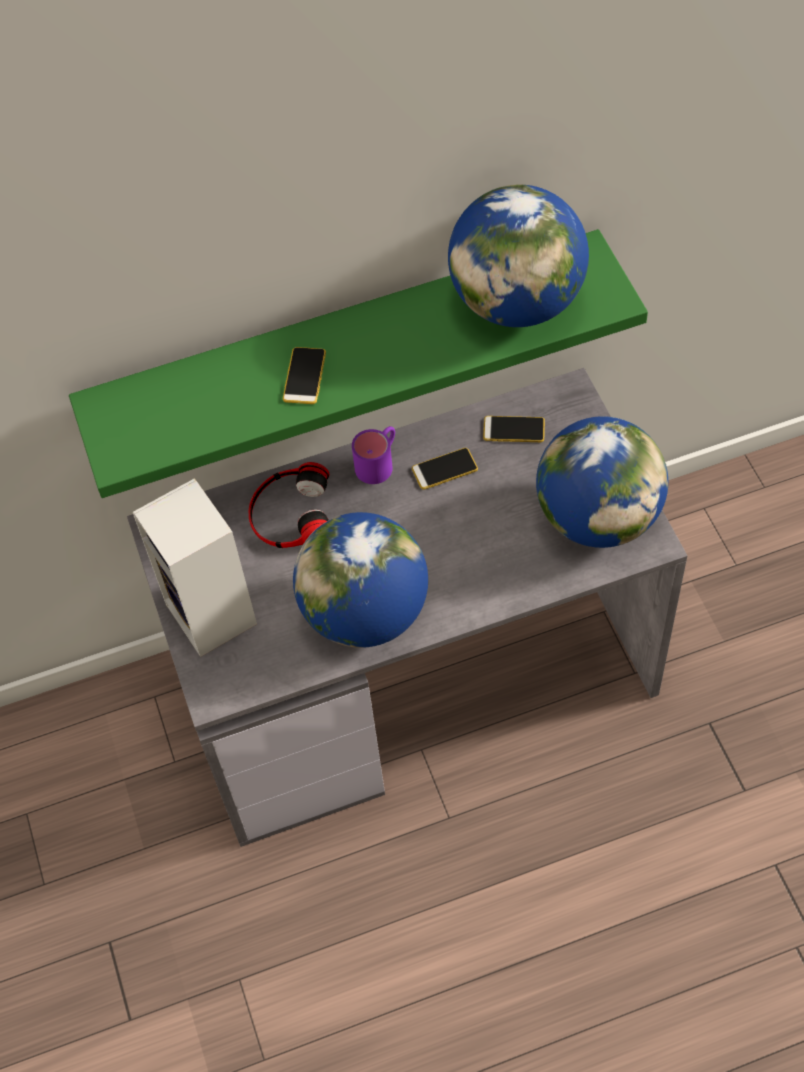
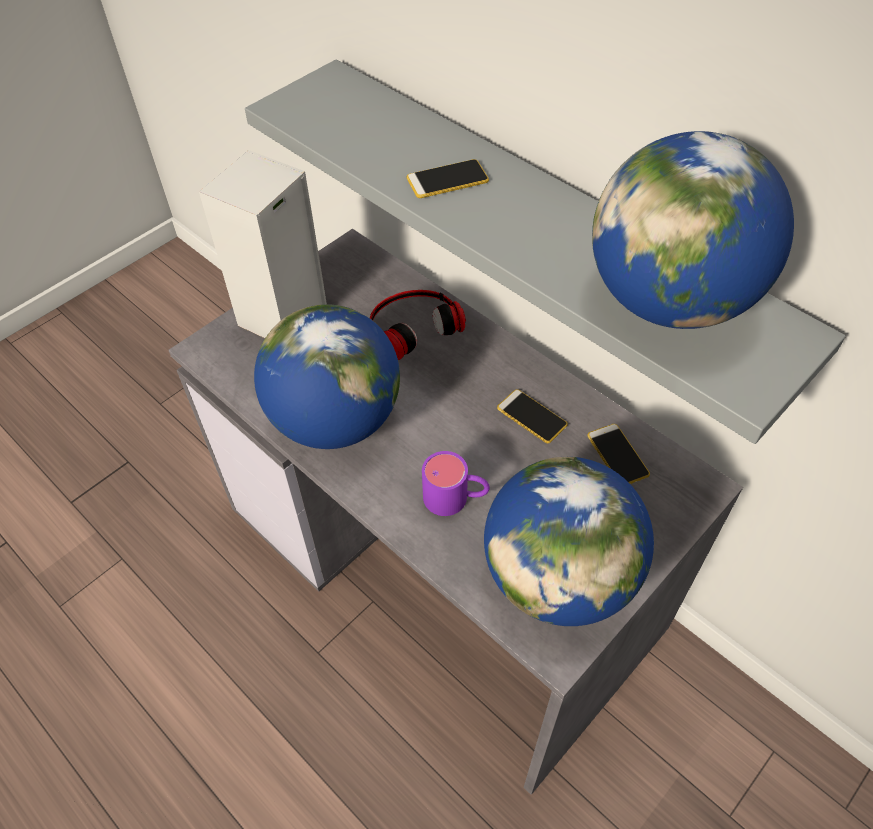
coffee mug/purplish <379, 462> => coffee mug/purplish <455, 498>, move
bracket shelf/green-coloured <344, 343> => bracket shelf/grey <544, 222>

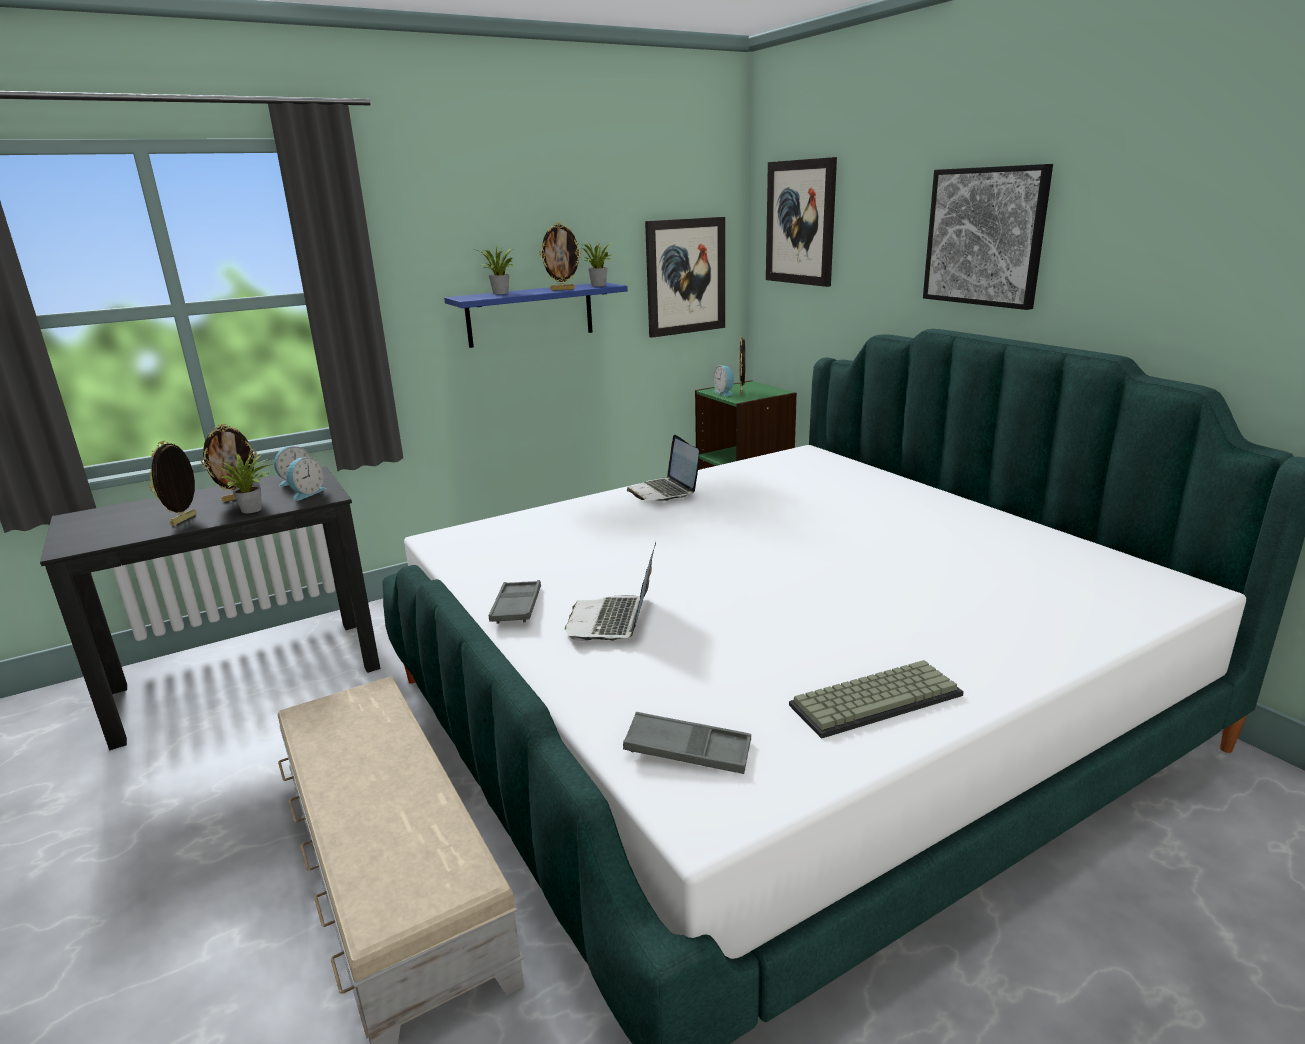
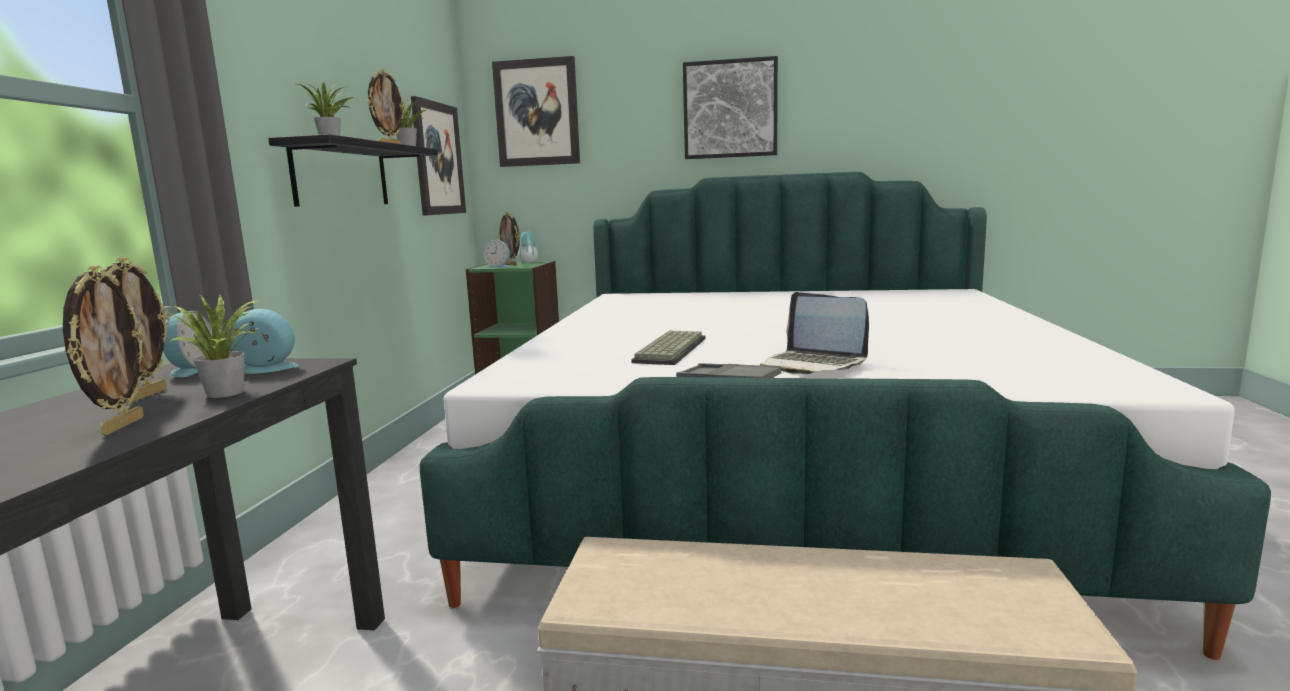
tray/grey <688, 751> => nothing
portable computer <664, 492> => nothing
nothing => decorative vase <528, 262>
computer keyboard <875, 698> => computer keyboard <669, 349>, move
bracket shelf/bluish <530, 314> => bracket shelf/blackish <341, 175>
photo frame <185, 520> => photo frame <121, 426>, 150 degrees counterclockwise
table clock <306, 493> => table clock <263, 369>, 75 degrees counterclockwise

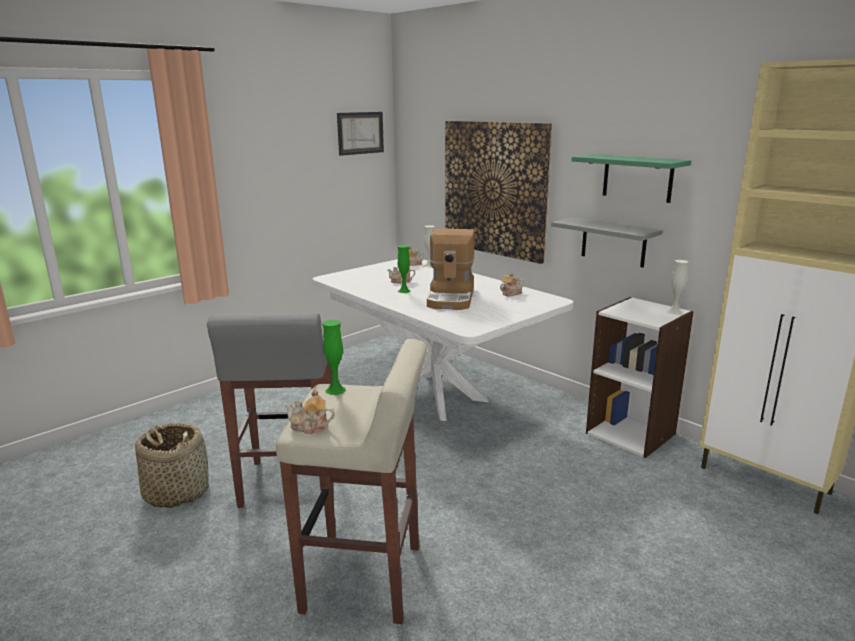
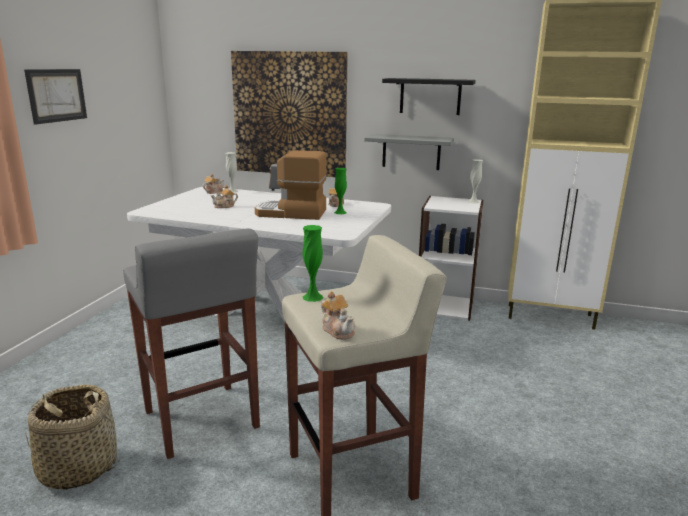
picture <360, 133> => picture <56, 95>, move
decorative vase/green-coloured <404, 291> => decorative vase/green-coloured <340, 212>, move
bracket shelf/green-coloured <637, 178> => bracket shelf/blackish <430, 96>
tea pot <310, 427> => tea pot <338, 330>, 105 degrees counterclockwise
coffee machine <452, 298> => coffee machine <291, 213>, 120 degrees clockwise

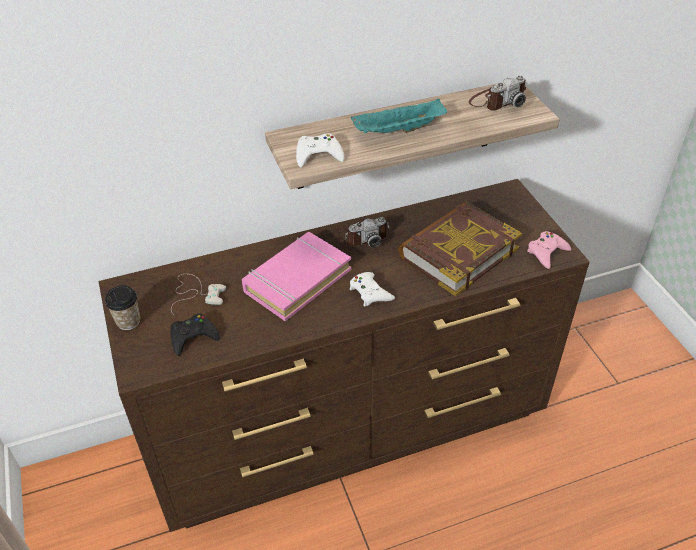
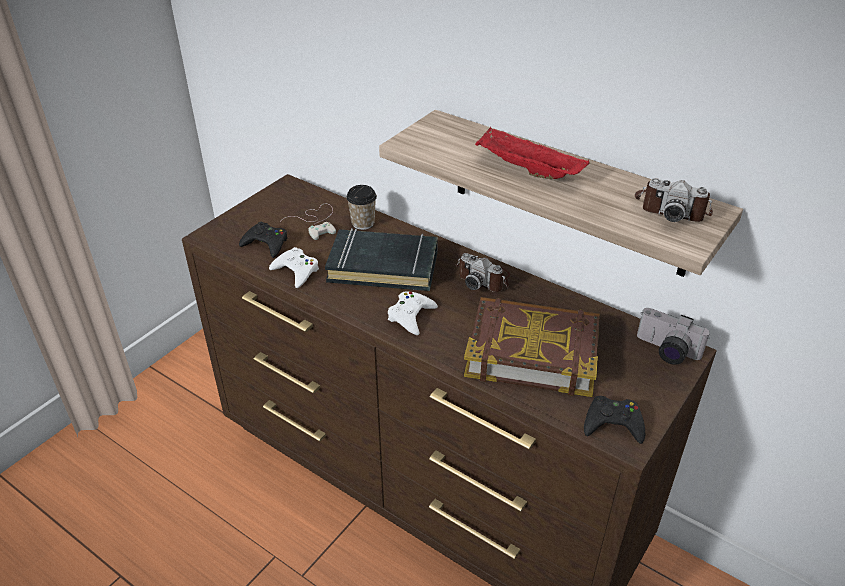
nothing => still camera <665, 351>
small cup <128, 321> => small cup <363, 223>, move
gamepad/white <318, 155> => gamepad/white <296, 271>, move
bound book/pinkish <297, 280> => bound book/blackish <383, 266>
tray/turquoise-coloured <398, 131> => tray/reddish <526, 170>
gamepad/pinkish <547, 252> => gamepad/blackish <613, 424>

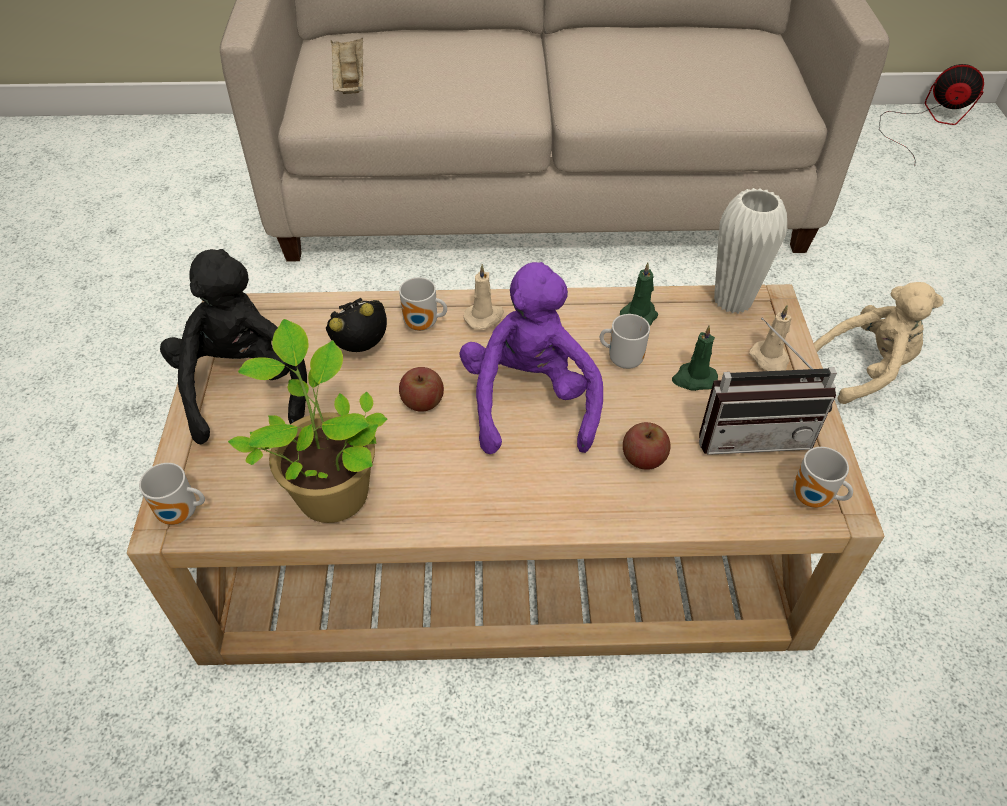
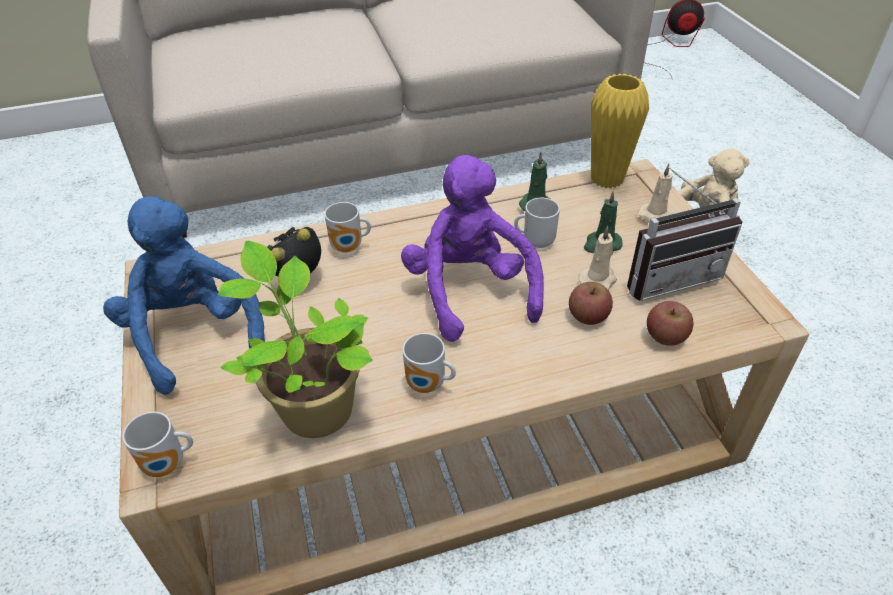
tray/beige-coloured <350, 81> => nothing
whole apple <422, 402> => whole apple <665, 336>, move
wax light/beige-coloured <484, 317> => wax light/beige-coloured <598, 279>, move
coffee mug <812, 500> => coffee mug <427, 386>, move
cuddly toy/blackish <244, 387> => cuddly toy/bluish <194, 334>
decorative vase/white <732, 301> => decorative vase/yellow <607, 179>

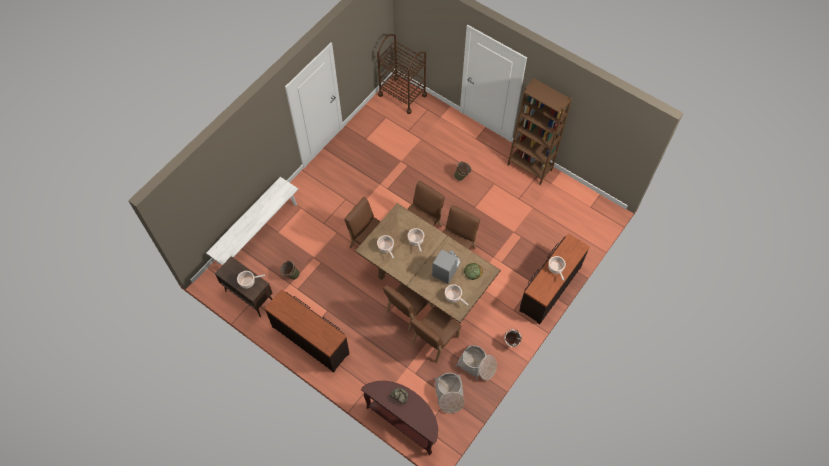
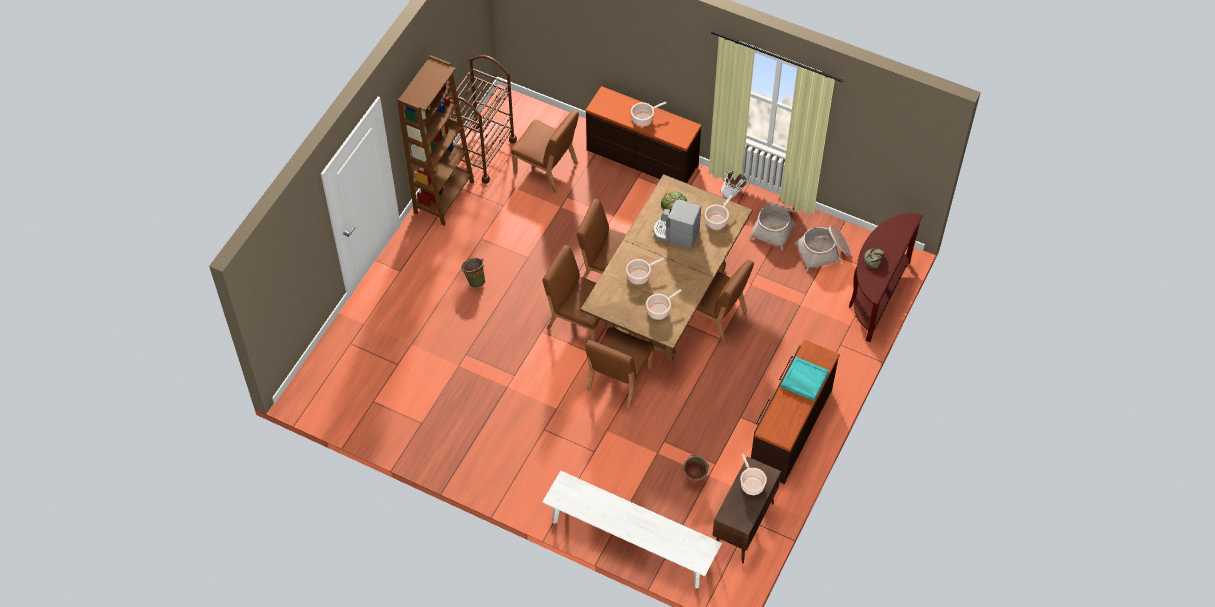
nothing => tray/turquoise-coloured <804, 380>
trolley/brown <402, 95> => trolley/brown <481, 153>, move
upright chair/brown <434, 340> => upright chair/brown <546, 169>, move

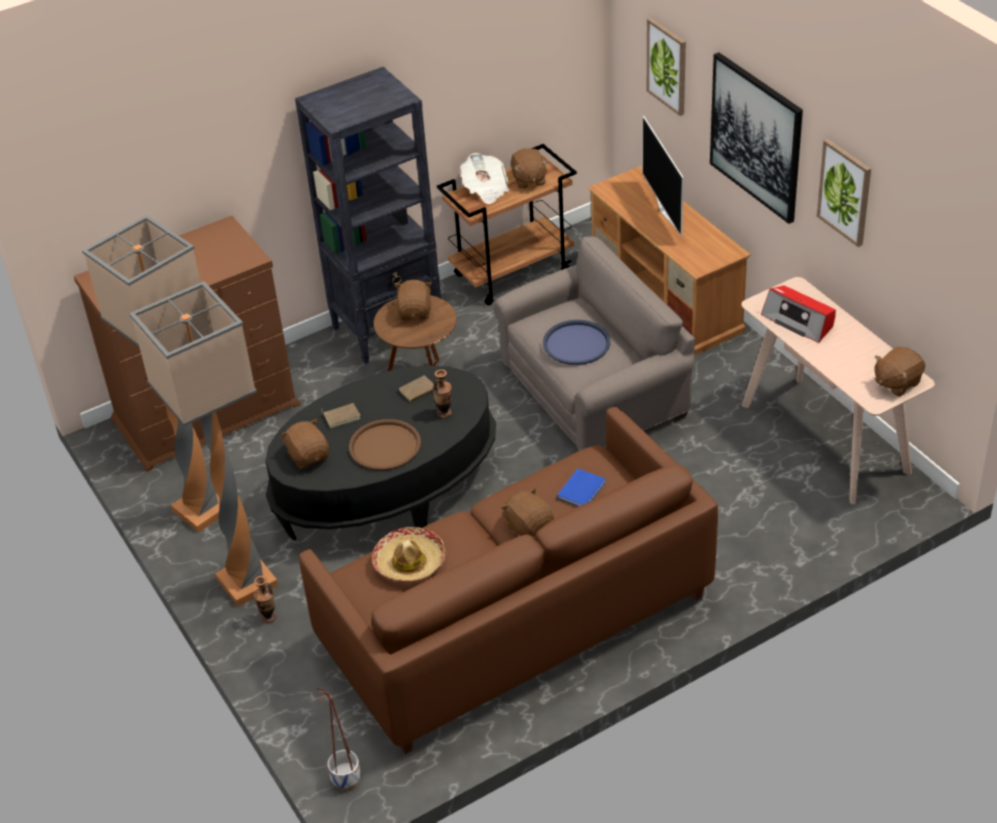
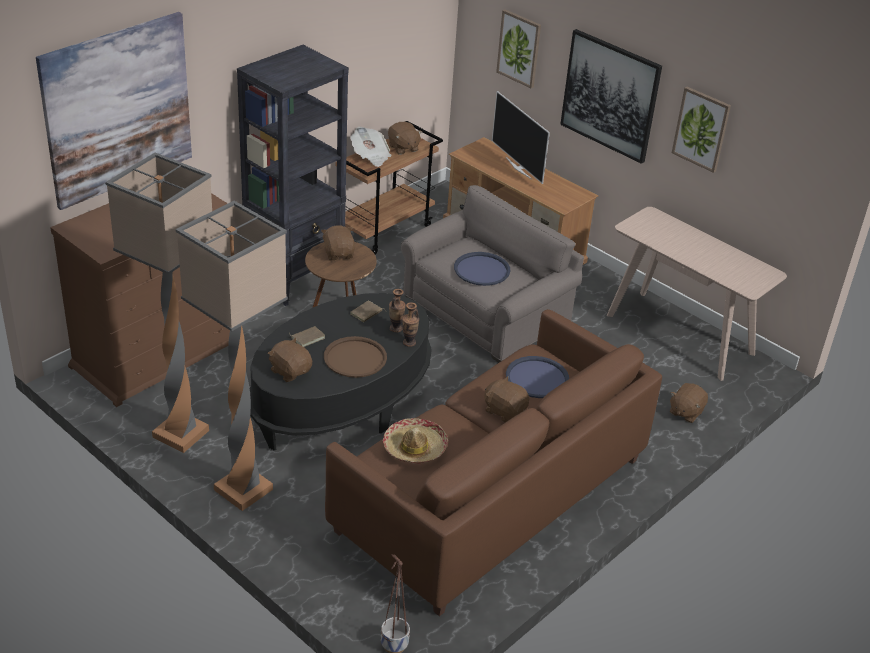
radio receiver <799, 321> => nothing
nothing => picture <117, 109>
decorative vase <268, 617> => decorative vase <409, 342>, move
cuddly toy/brown <896, 382> => cuddly toy/brown <685, 412>, move
bound book/bluish <582, 490> => tray/bluish <537, 378>

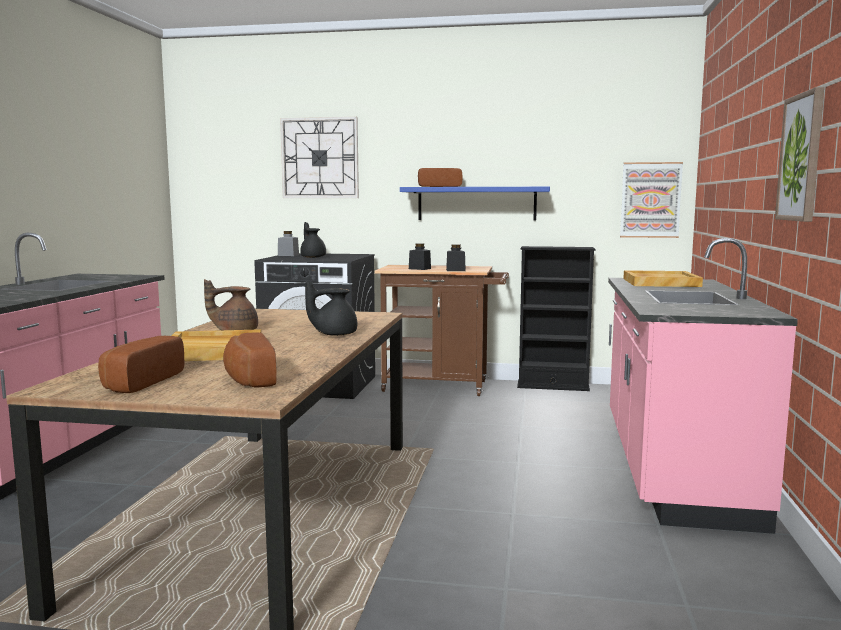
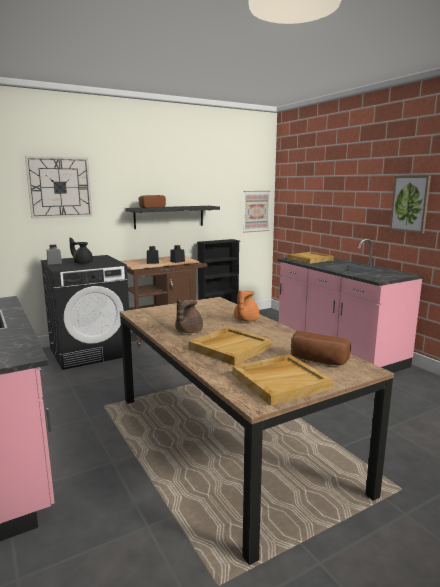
bread <139, 382> => tray/beige-coloured <280, 381>
tea pot/blackish <334, 334> => tea pot/orange-coloured <245, 320>
bracket shelf/bluish <476, 203> => bracket shelf/blackish <169, 217>

